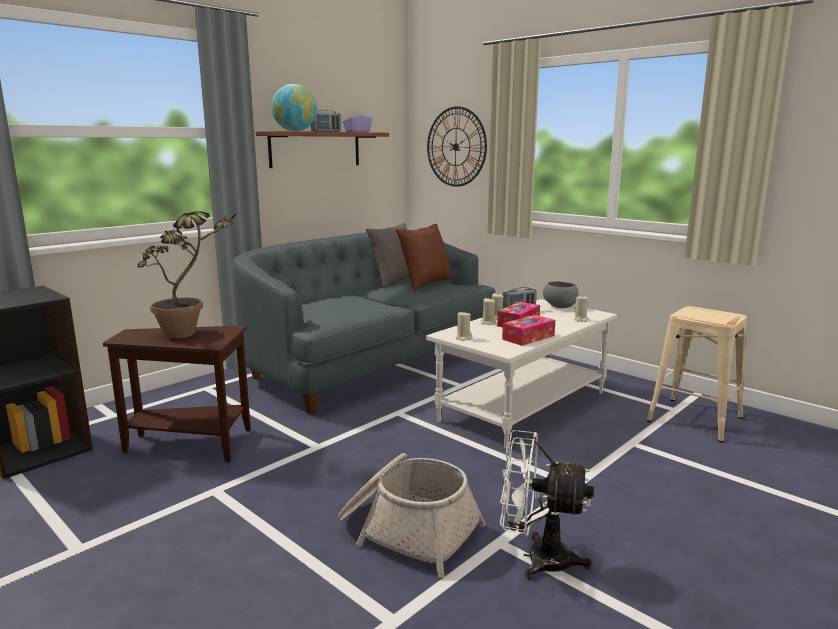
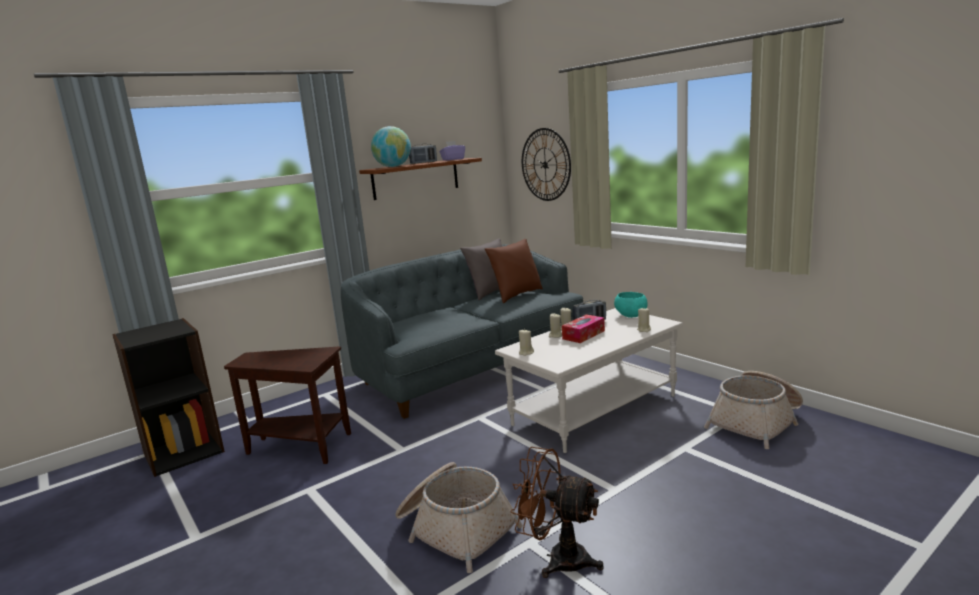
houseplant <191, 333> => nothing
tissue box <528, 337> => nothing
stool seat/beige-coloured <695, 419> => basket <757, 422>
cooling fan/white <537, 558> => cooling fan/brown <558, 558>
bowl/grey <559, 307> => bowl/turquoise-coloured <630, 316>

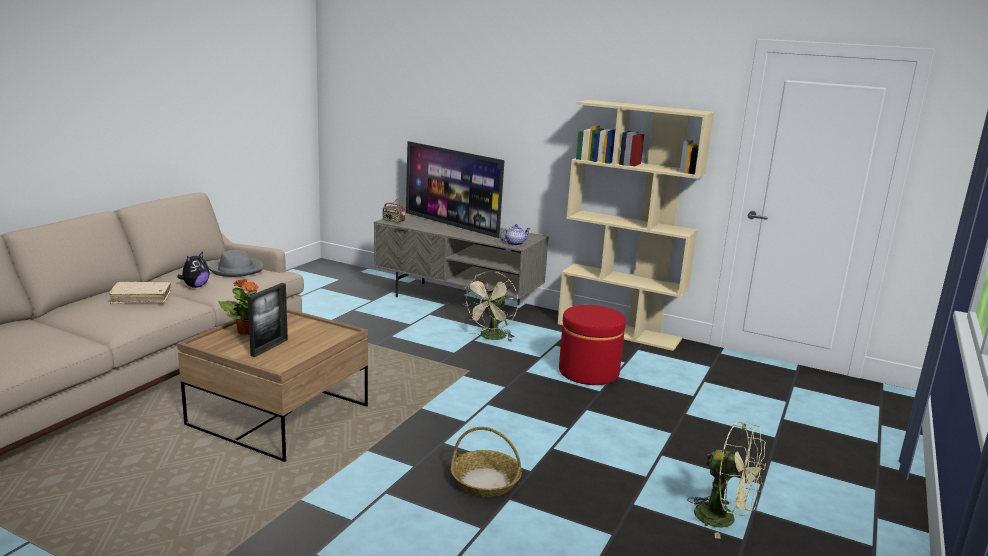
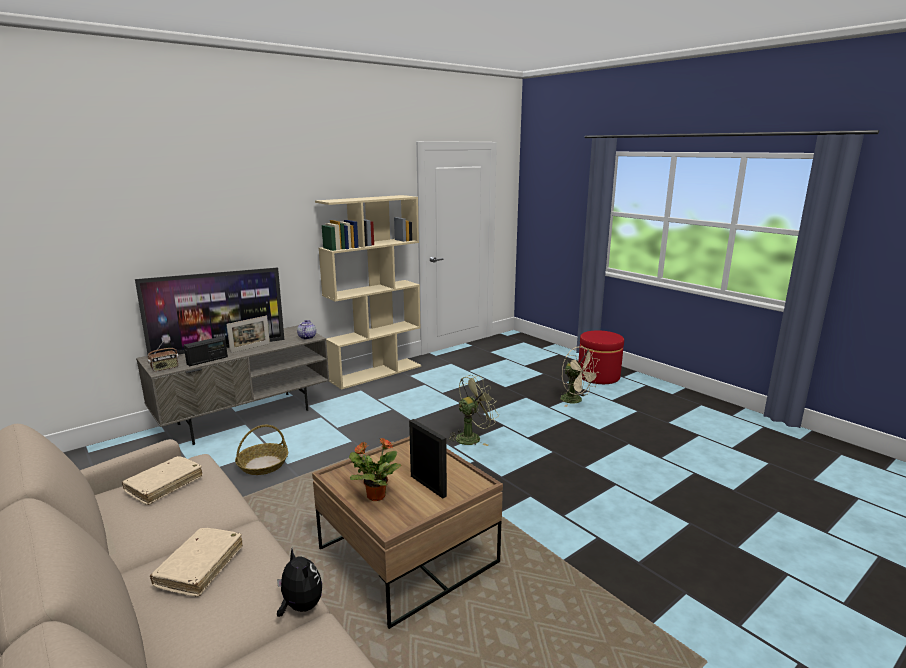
nothing => radio receiver <207, 360>
nothing => photo frame <250, 348>
cuddly toy <195, 286> => cuddly toy <300, 606>, move
basket <485, 482> => basket <263, 465>, move
cooling fan/beige-coloured <491, 338> => cooling fan/beige-coloured <575, 401>, move
footrest/reddish <588, 372> => footrest/reddish <598, 376>, move
cooling fan/green-coloured <724, 519> => cooling fan/green-coloured <472, 437>, move
clothing hat/grey <236, 269> => bound book/beige-coloured <164, 485>

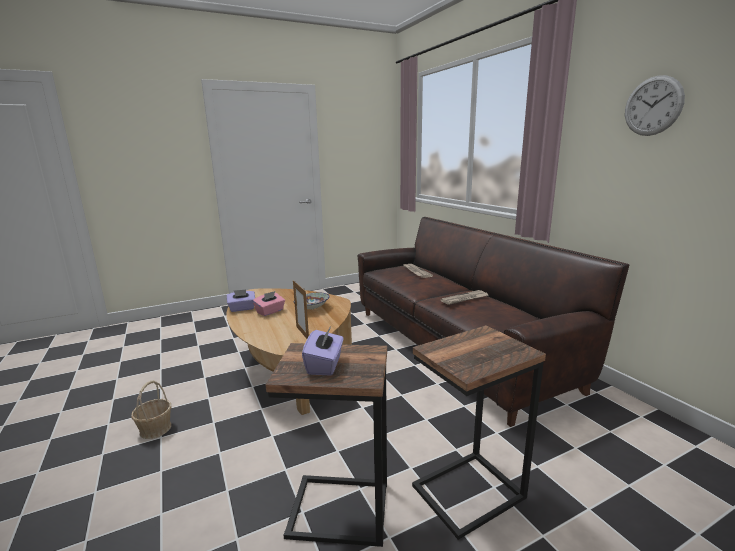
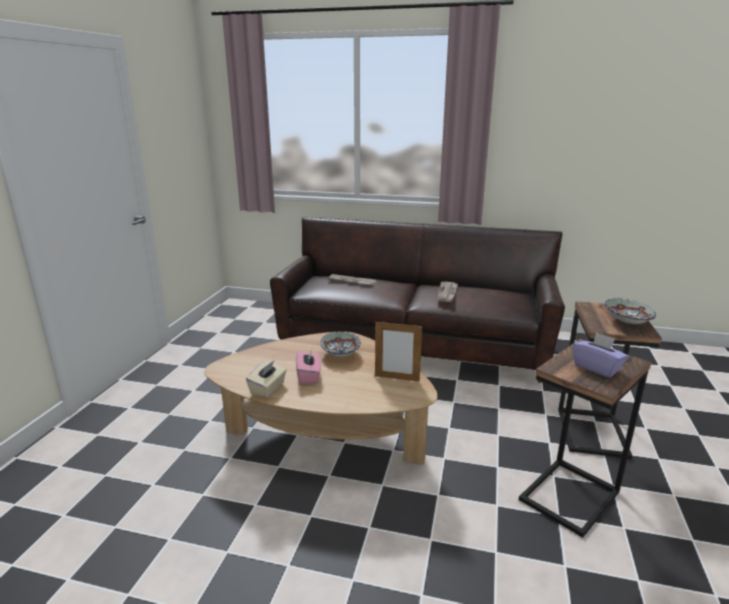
basket <155, 429> => nothing
hanging clock <653, 106> => nothing
nothing => bowl <626, 322>
tissue box/purplish <242, 308> => tissue box/beige-coloured <268, 389>

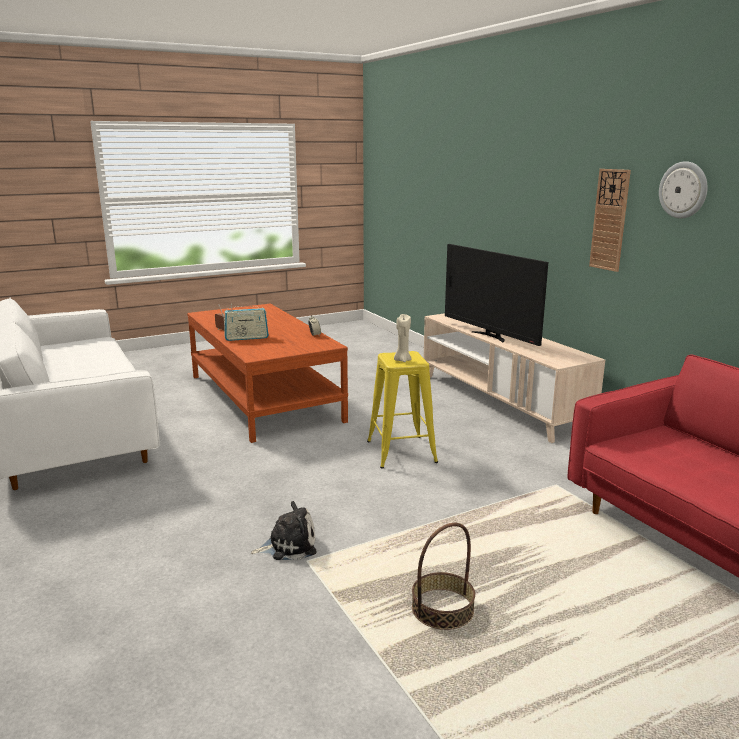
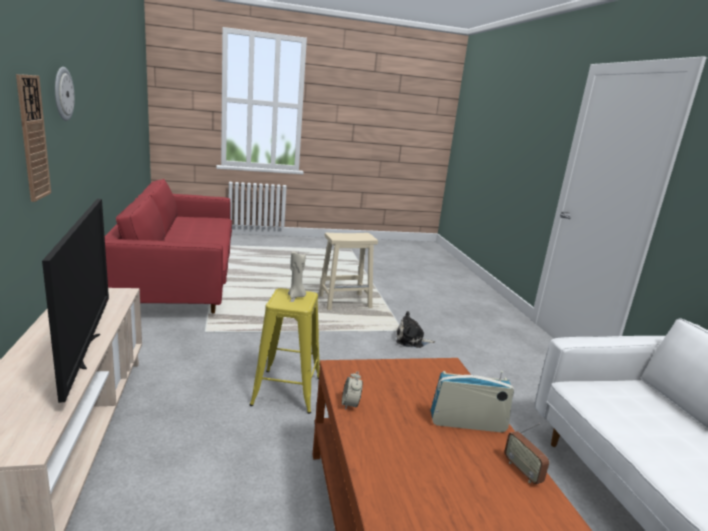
basket <442, 609> => stool seat/beige-coloured <345, 302>

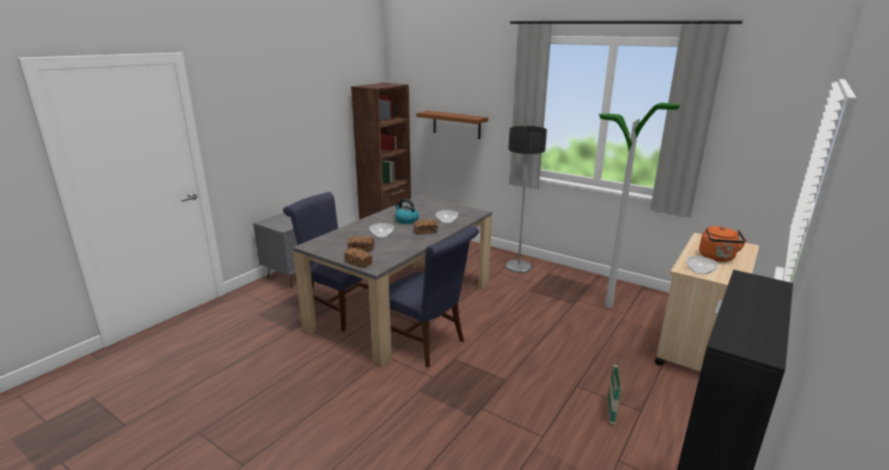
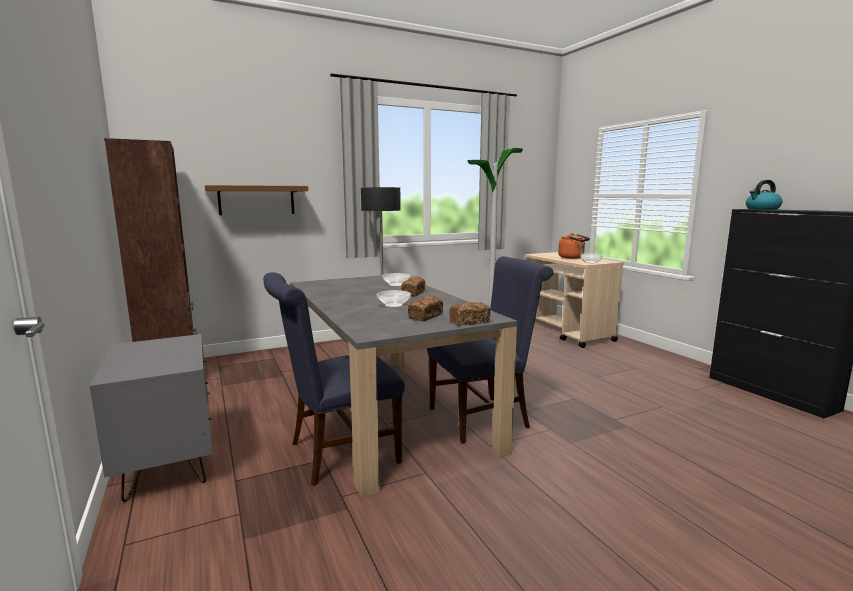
basket <611, 411> => nothing
water kettle <406, 220> => water kettle <762, 209>, move

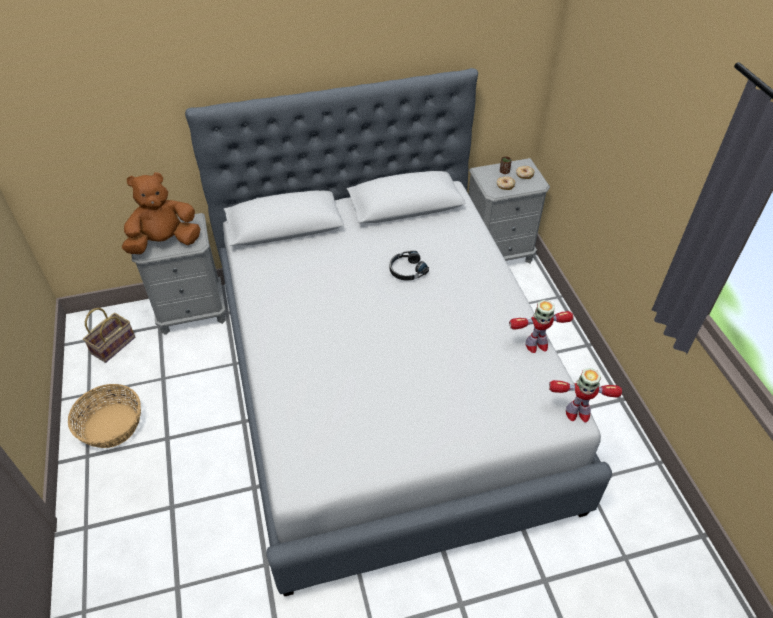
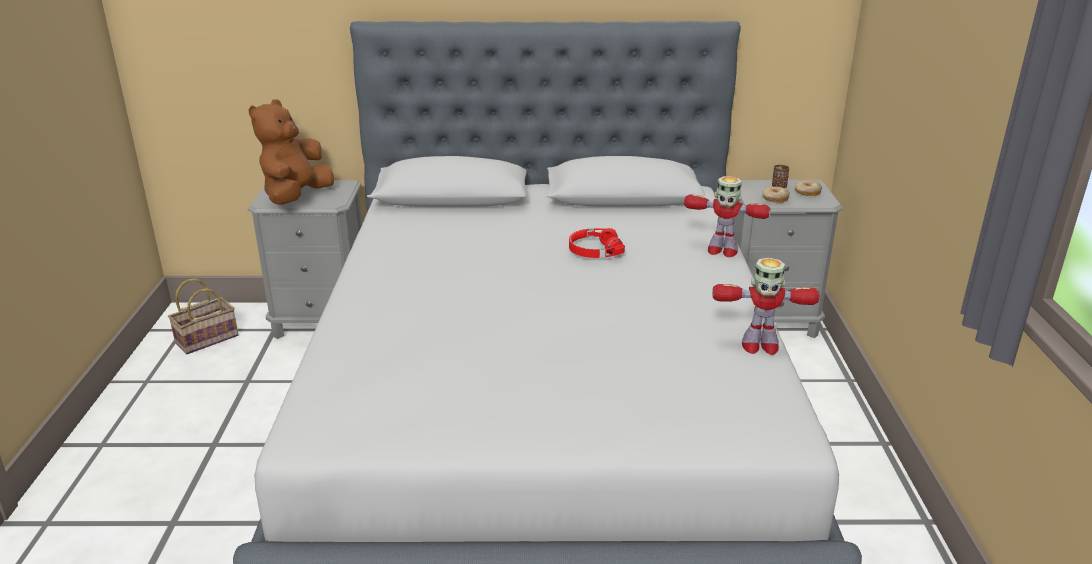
basket <111, 425> => nothing
model robot <577, 413> => model robot <721, 250>, move
headphones/blackish <407, 270> => headphones/reddish <594, 251>
cuddly toy/brown <165, 243> => cuddly toy/brown <296, 198>, 60 degrees counterclockwise

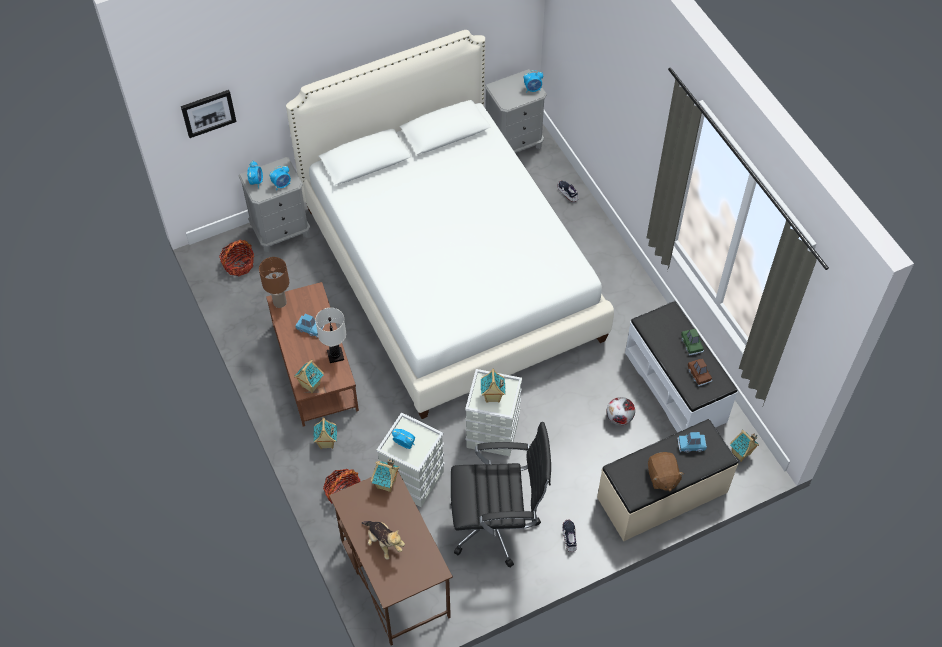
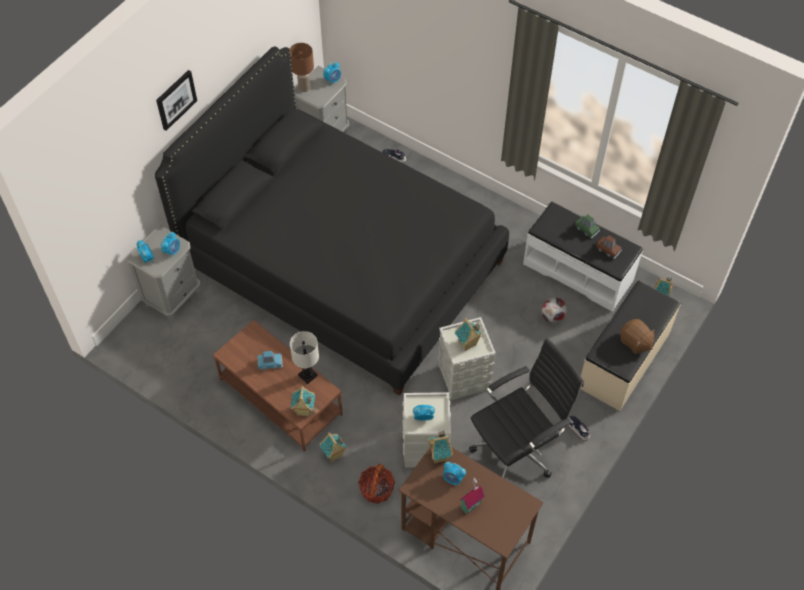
basket <238, 264> => nothing
miniature car/bluish <691, 445> => nothing
nothing => table clock <453, 479>
picture <208, 112> => picture <175, 99>, move
tabletop lamp/brown <280, 302> => tabletop lamp/brown <304, 87>, move
cuddly toy <383, 542> => model house <470, 505>
bed/white <451, 271> => bed/blackish <342, 263>

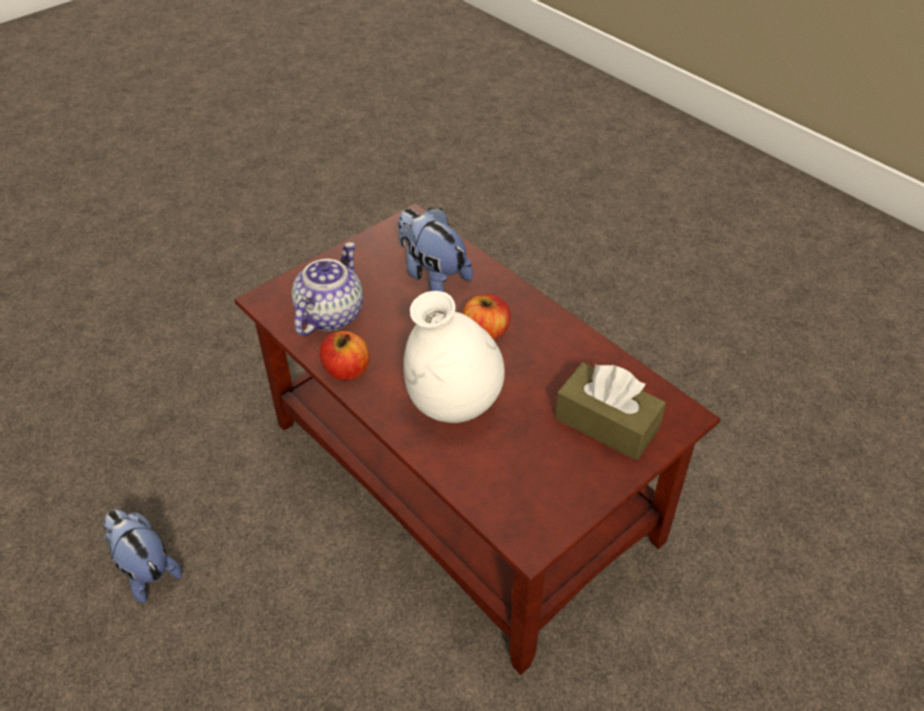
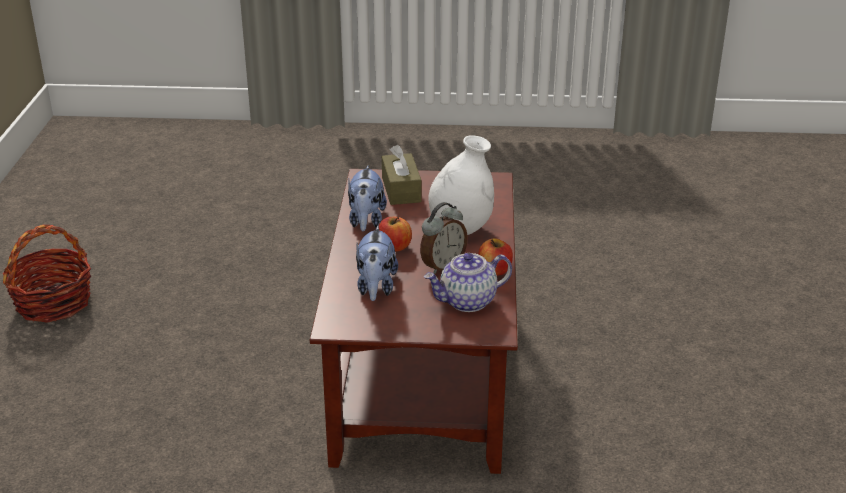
nothing => basket <53, 303>
nothing => table clock <442, 266>
cuddly toy <146, 569> => cuddly toy <366, 221>, move

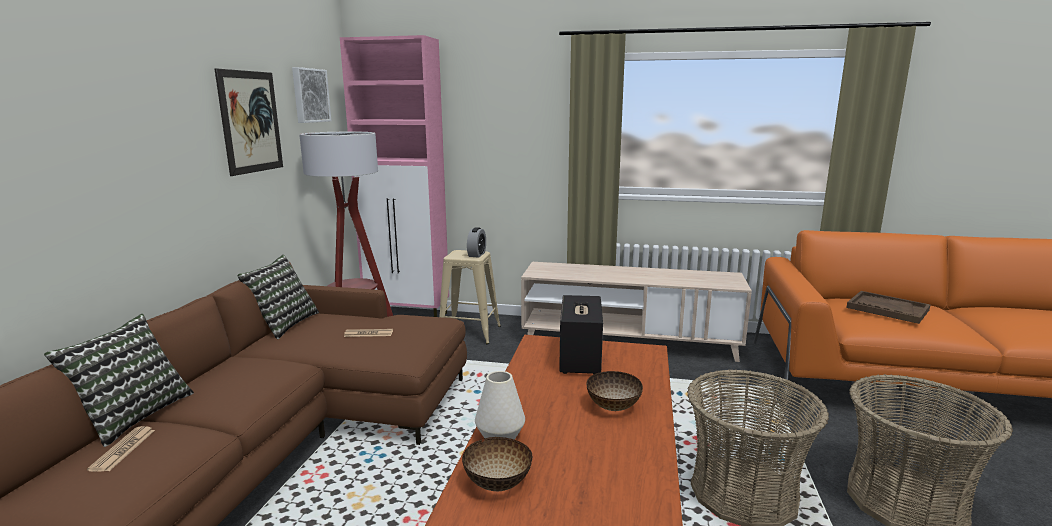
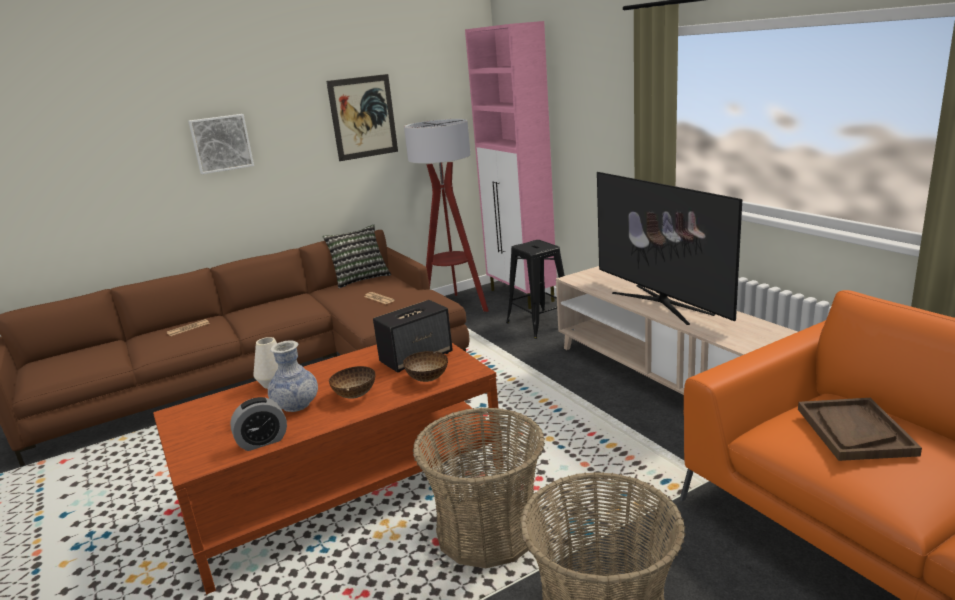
cushion <132, 415> => nothing
nothing => decorative vase <296, 405>
nothing => TV <661, 303>
picture <309, 95> => picture <221, 143>, move
bowl <498, 483> => bowl <428, 379>, move
table clock <477, 254> => table clock <262, 441>, move
stool seat/beige-coloured <469, 333> => stool seat/blackish <539, 324>

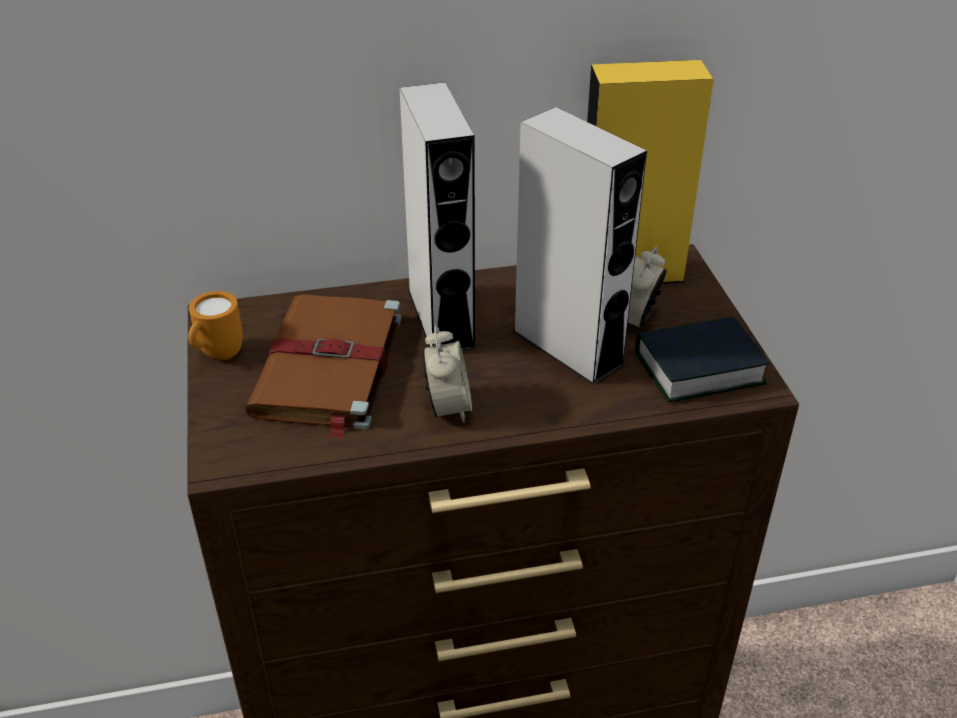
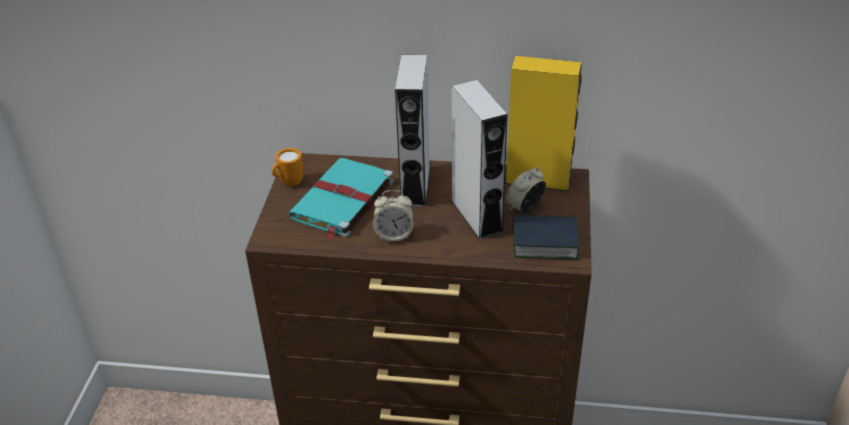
bound book/brown <328, 367> => bound book/turquoise-coloured <341, 201>
table clock <448, 407> => table clock <394, 235>, 75 degrees clockwise

